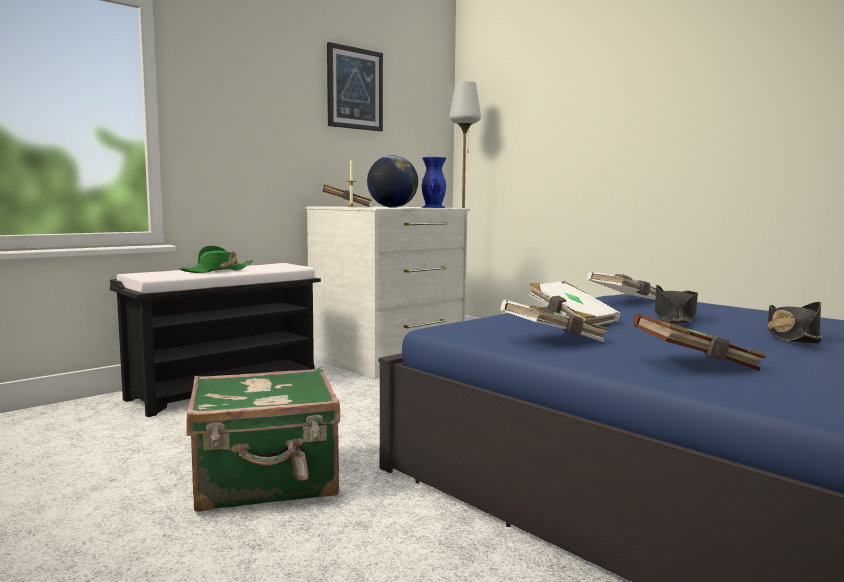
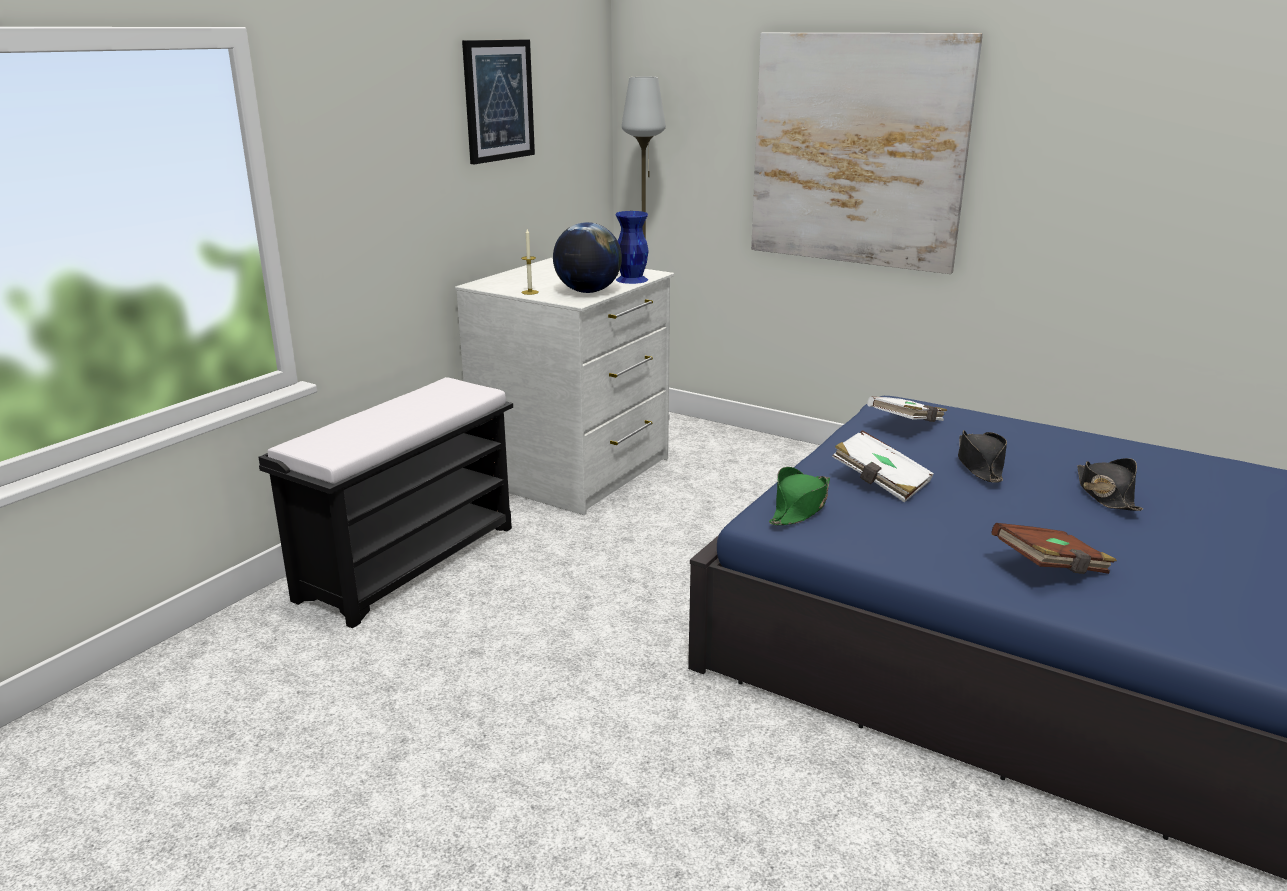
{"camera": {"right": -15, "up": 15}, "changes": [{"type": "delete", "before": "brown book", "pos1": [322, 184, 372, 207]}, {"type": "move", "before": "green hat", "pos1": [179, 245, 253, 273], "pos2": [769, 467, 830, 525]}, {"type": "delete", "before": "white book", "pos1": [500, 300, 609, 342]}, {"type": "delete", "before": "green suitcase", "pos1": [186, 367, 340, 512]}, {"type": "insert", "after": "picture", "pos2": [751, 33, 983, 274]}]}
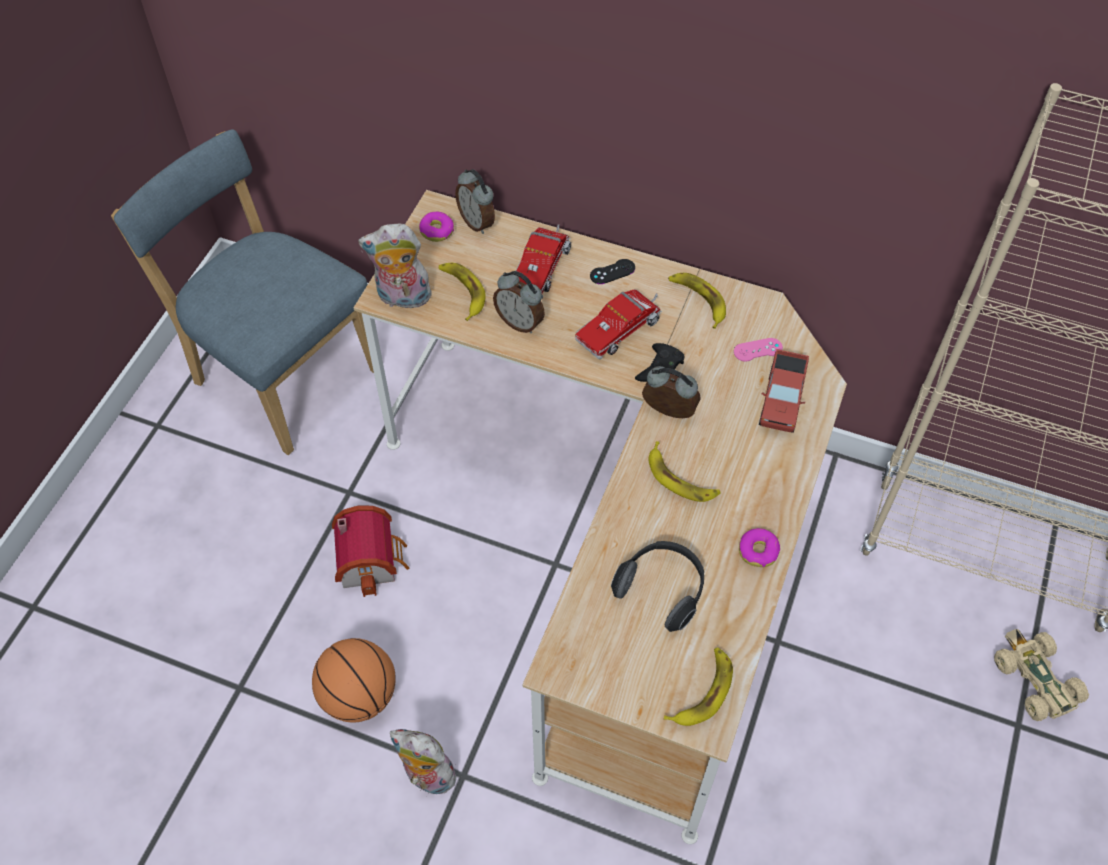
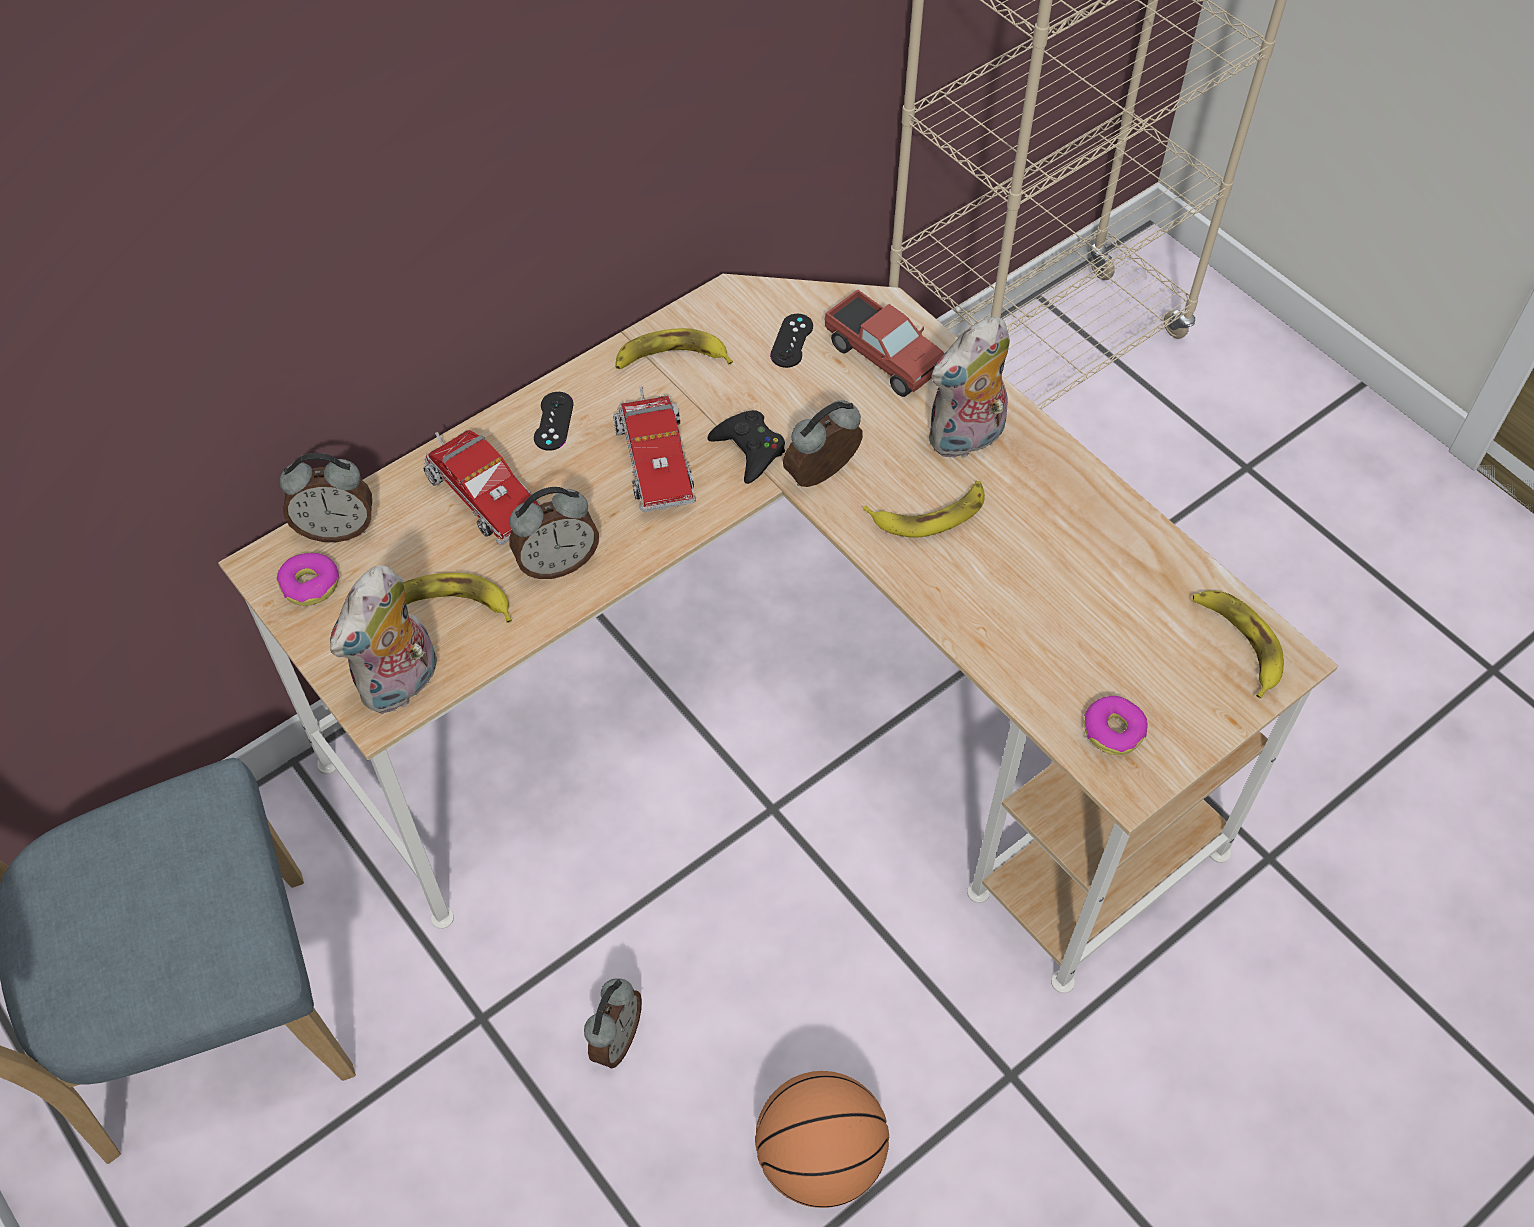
{"camera": {"right": -60, "up": 0}, "changes": [{"type": "recolor", "before": "pink game controller", "after": "black game controller", "pos1": [734, 338, 783, 362], "pos2": [770, 314, 813, 368]}, {"type": "replace", "before": "toy house", "after": "alarm clock", "pos1": [332, 506, 409, 597], "pos2": [584, 978, 642, 1069]}, {"type": "move", "before": "donut", "pos1": [739, 528, 780, 567], "pos2": [1084, 696, 1148, 755]}, {"type": "delete", "before": "headphones", "pos1": [611, 541, 704, 632]}, {"type": "delete", "before": "beige toy car", "pos1": [994, 629, 1089, 721]}, {"type": "move", "before": "plush toy", "pos1": [390, 729, 456, 797], "pos2": [929, 317, 1010, 460]}]}
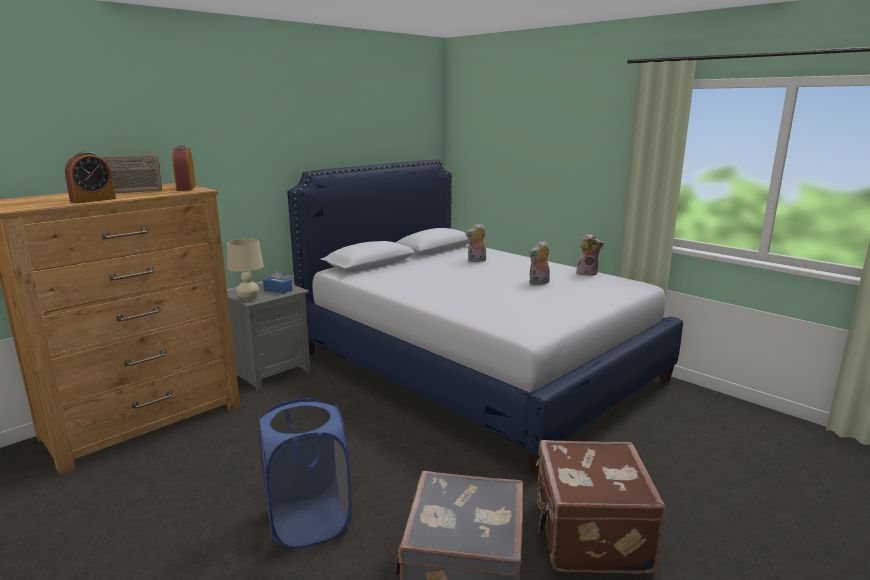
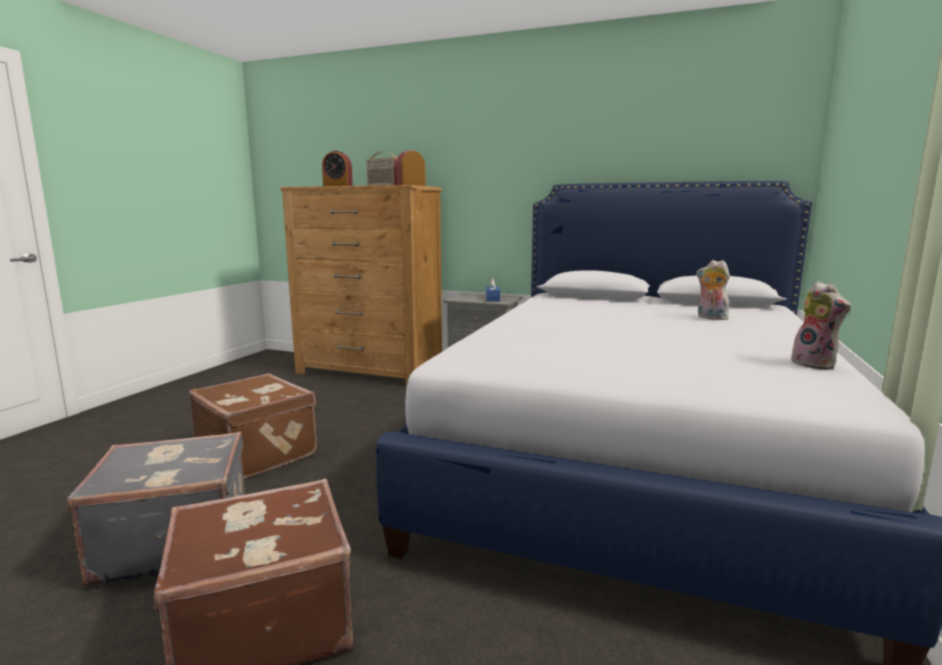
{"camera": {"right": 65, "up": -5}, "changes": [{"type": "delete", "before": "beige table lamp", "pos1": [227, 239, 264, 301]}, {"type": "delete", "before": "plush toy", "pos1": [529, 241, 550, 285]}, {"type": "replace", "before": "blue laundry basket", "after": "brown suitcase", "pos1": [258, 398, 352, 549], "pos2": [189, 373, 317, 479]}]}
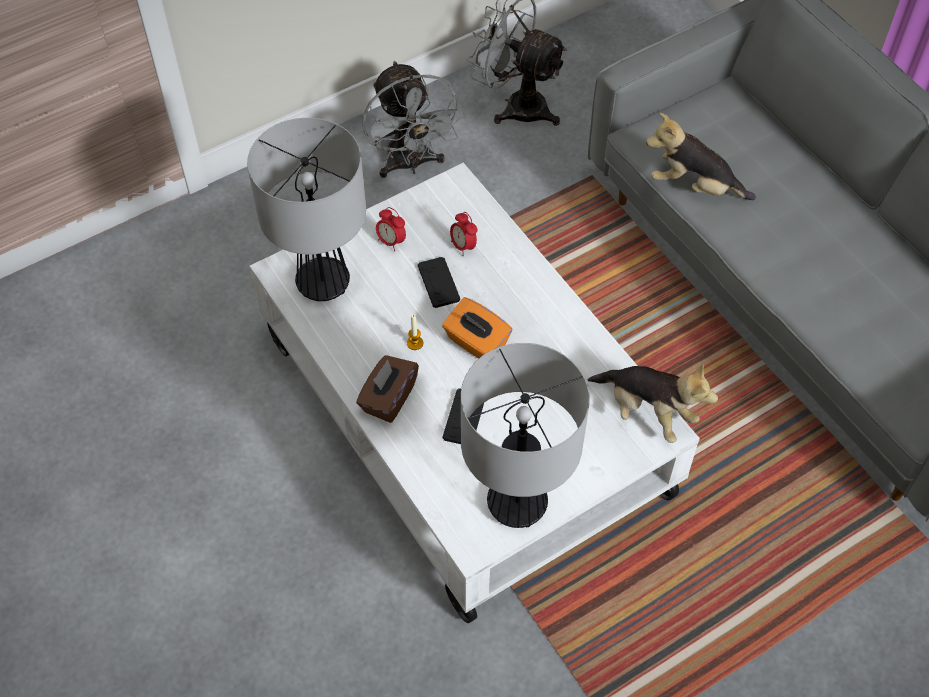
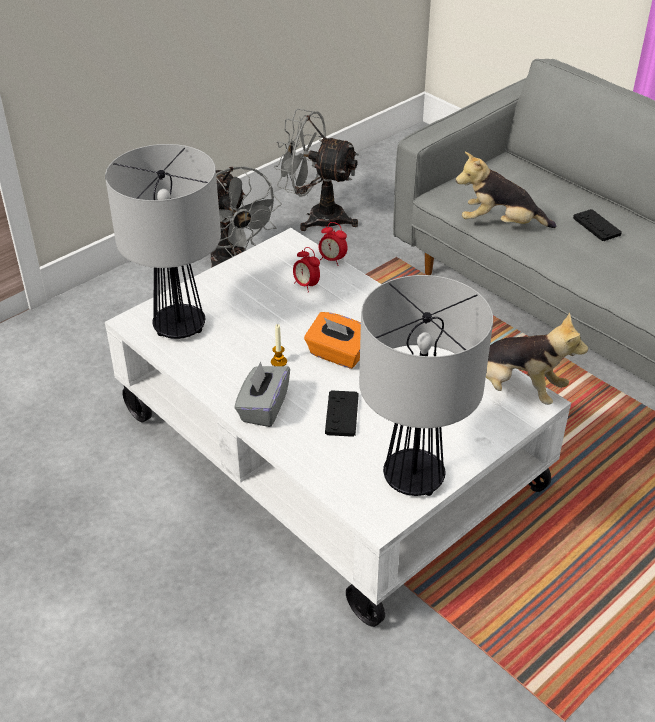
{"camera": {"right": -10, "up": -15}, "changes": [{"type": "move", "before": "alarm clock", "pos1": [376, 207, 406, 251], "pos2": [319, 222, 348, 266]}, {"type": "move", "before": "black game controller", "pos1": [418, 257, 460, 308], "pos2": [573, 209, 622, 241]}, {"type": "recolor", "before": "brown tissue box", "after": "grey tissue box", "pos1": [356, 355, 419, 423], "pos2": [234, 362, 290, 427]}]}
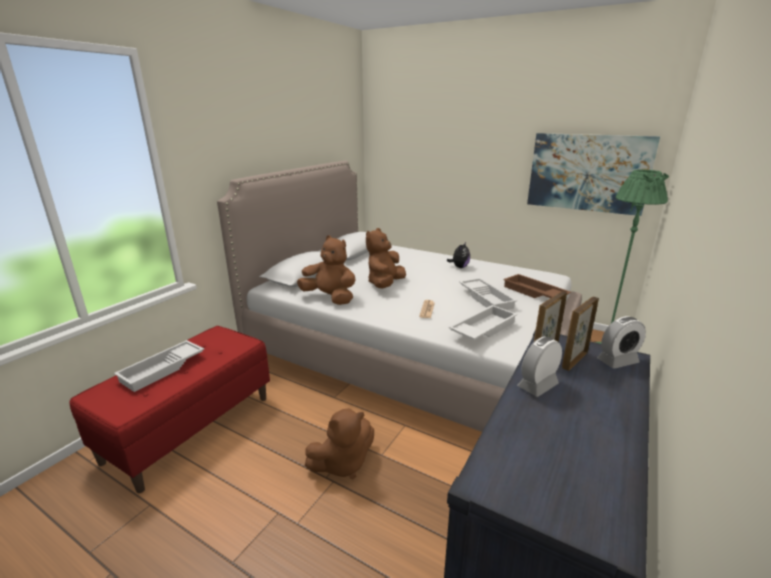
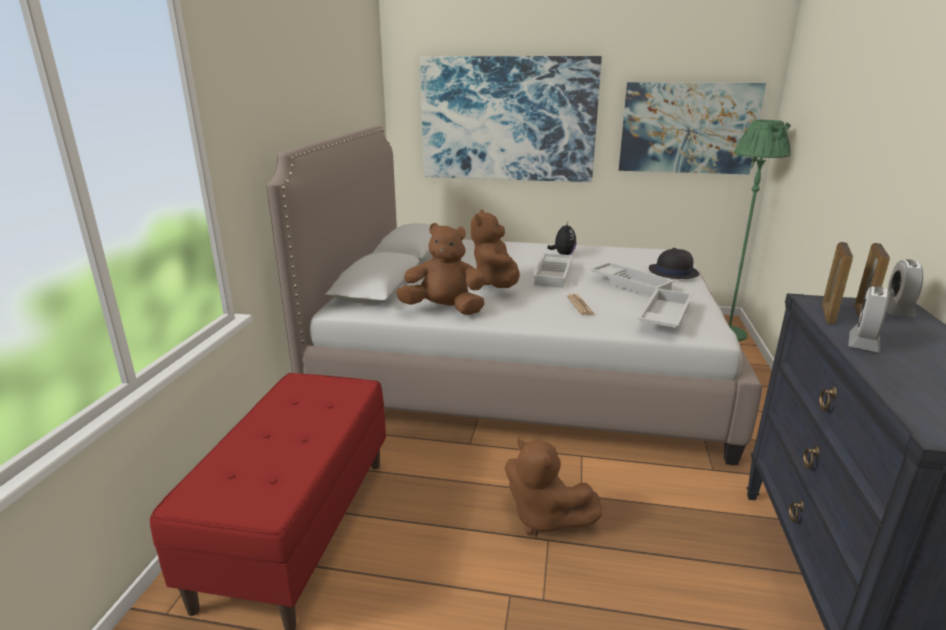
{"camera": {"right": -20, "up": 0}, "changes": [{"type": "replace", "before": "brown tray", "after": "black hat", "pos1": [503, 274, 571, 298], "pos2": [649, 248, 700, 279]}, {"type": "rotate", "before": "alarm clock", "pos1": [597, 316, 646, 369], "pos2": [886, 259, 923, 317], "turn": 150}, {"type": "move", "before": "white tray", "pos1": [114, 340, 204, 392], "pos2": [533, 253, 573, 288]}, {"type": "rotate", "before": "brown plush toy", "pos1": [305, 408, 374, 479], "pos2": [505, 438, 603, 534], "turn": 90}, {"type": "insert", "after": "picture", "pos2": [420, 56, 602, 182]}]}
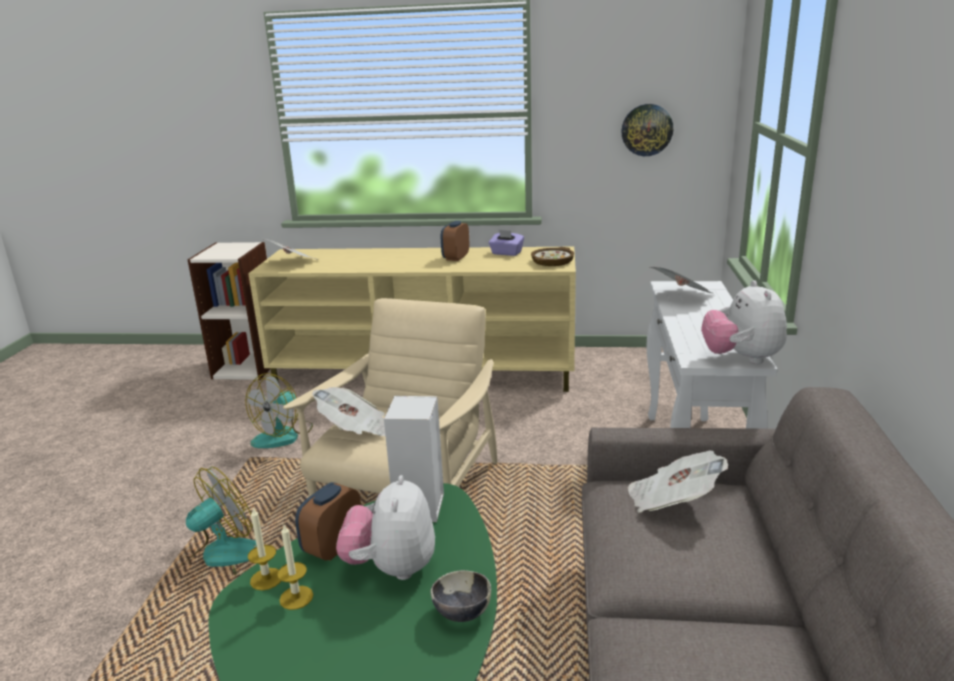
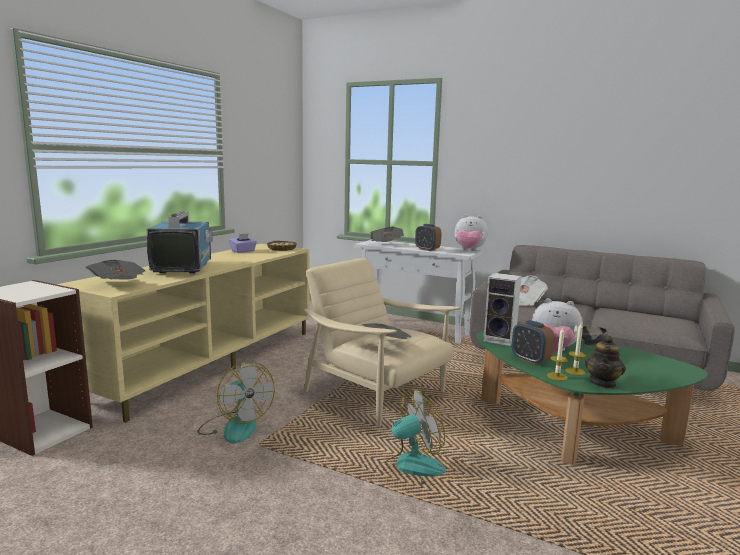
{"camera": {"right": -70, "up": -10}, "changes": [{"type": "delete", "before": "wall clock", "pos1": [621, 104, 673, 156]}, {"type": "move", "before": "alarm clock", "pos1": [441, 221, 469, 261], "pos2": [415, 224, 442, 251]}, {"type": "rotate", "before": "fan", "pos1": [175, 467, 257, 584], "pos2": [375, 388, 446, 485], "turn": 90}, {"type": "insert", "after": "television", "pos2": [147, 211, 213, 273]}, {"type": "insert", "after": "teapot", "pos2": [585, 335, 626, 388]}]}
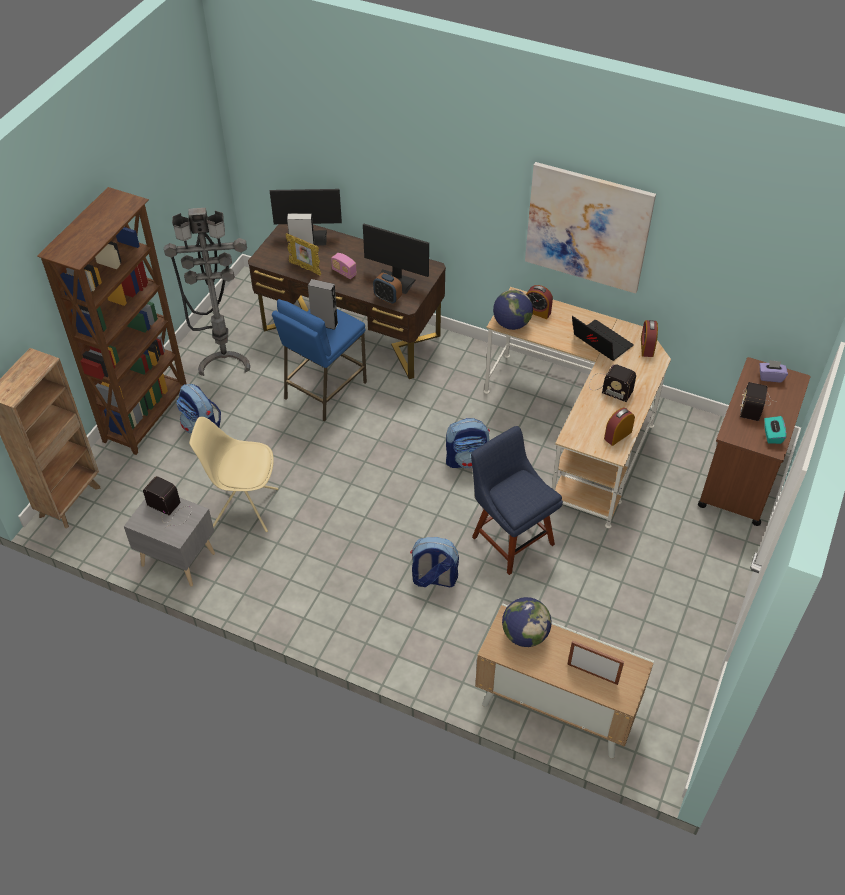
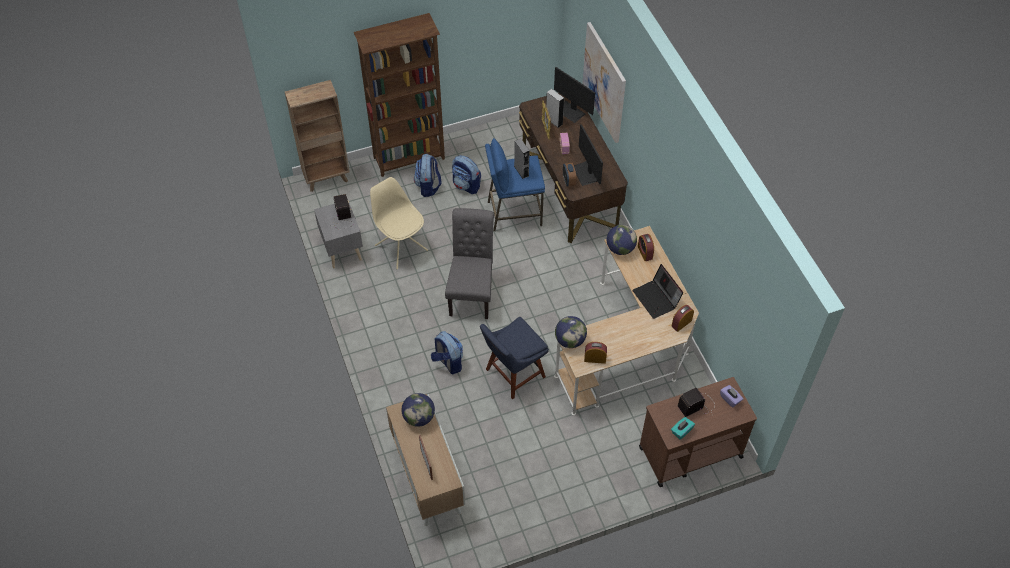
{"camera": {"right": 45, "up": 5}, "changes": [{"type": "move", "before": "picture", "pos1": [525, 162, 656, 294], "pos2": [582, 22, 626, 143]}, {"type": "delete", "before": "grey floor lamp", "pos1": [164, 208, 250, 376]}, {"type": "rotate", "before": "laptop", "pos1": [572, 316, 634, 361], "pos2": [632, 264, 683, 319], "turn": 150}, {"type": "delete", "before": "radio", "pos1": [589, 364, 636, 402]}, {"type": "move", "before": "backpack", "pos1": [446, 418, 490, 468], "pos2": [452, 155, 481, 194]}, {"type": "rotate", "before": "blue chair", "pos1": [471, 426, 563, 575], "pos2": [480, 317, 549, 399], "turn": -135}, {"type": "insert", "after": "grey chair", "pos2": [445, 208, 494, 319]}, {"type": "insert", "after": "globe", "pos2": [555, 316, 587, 348]}]}
